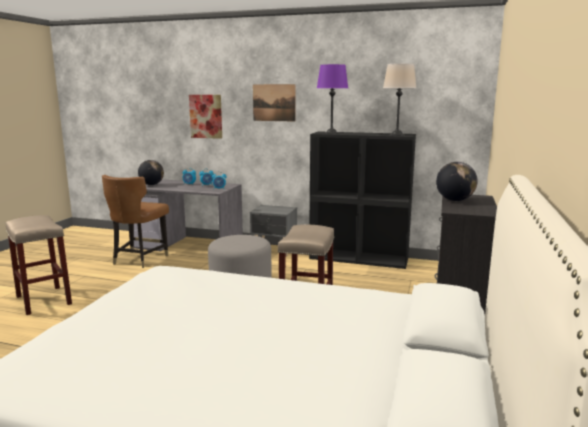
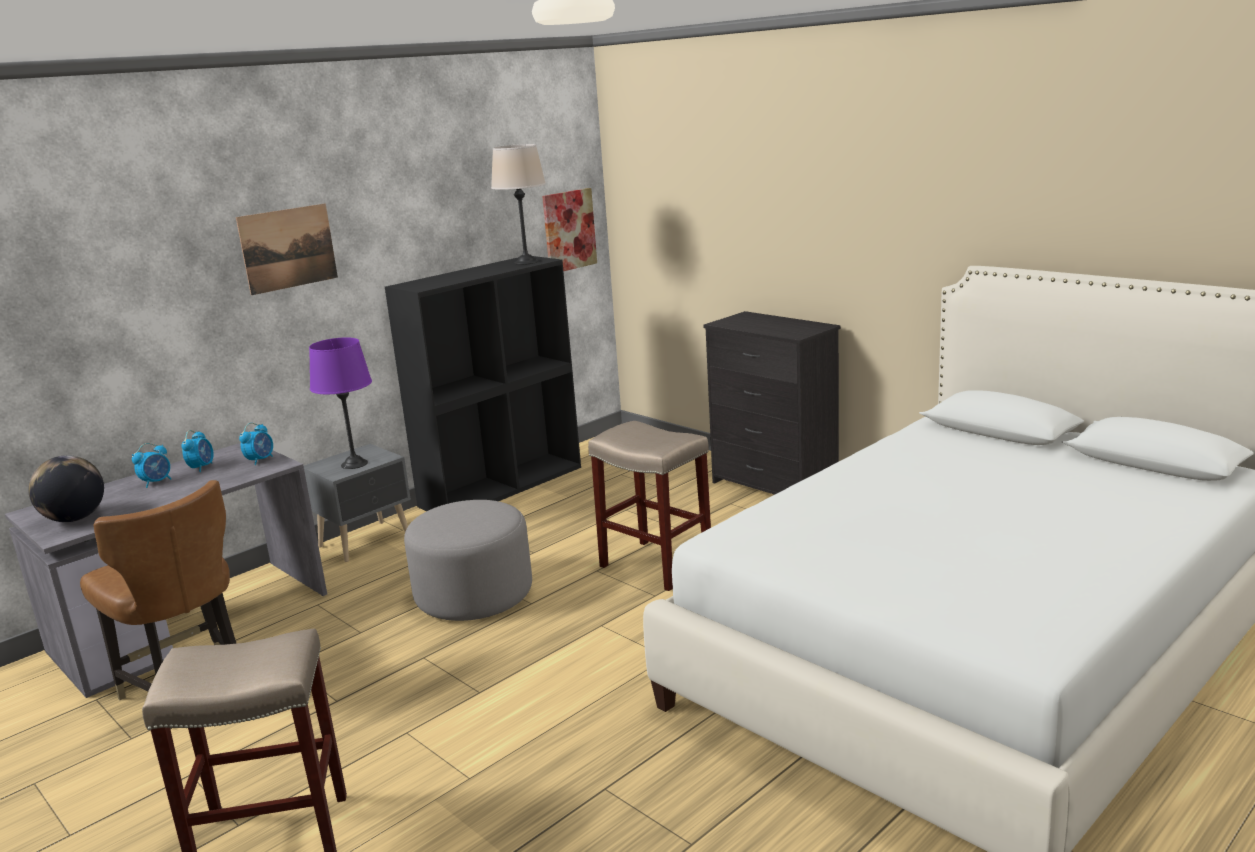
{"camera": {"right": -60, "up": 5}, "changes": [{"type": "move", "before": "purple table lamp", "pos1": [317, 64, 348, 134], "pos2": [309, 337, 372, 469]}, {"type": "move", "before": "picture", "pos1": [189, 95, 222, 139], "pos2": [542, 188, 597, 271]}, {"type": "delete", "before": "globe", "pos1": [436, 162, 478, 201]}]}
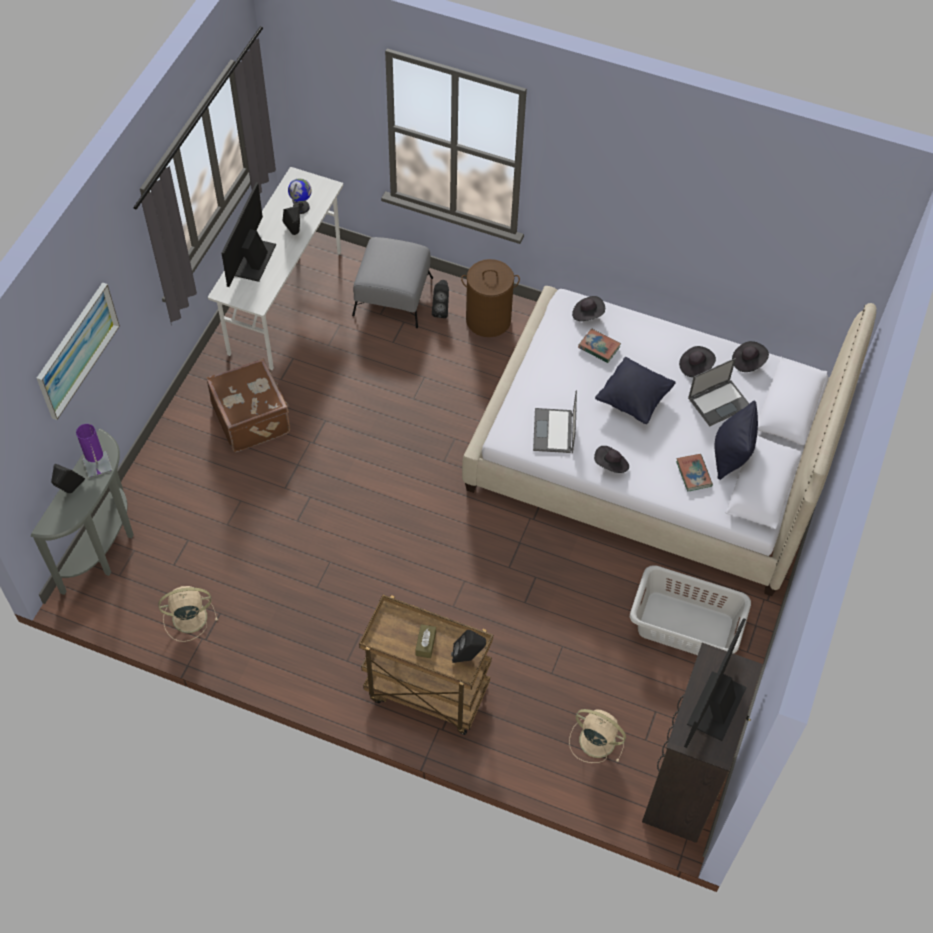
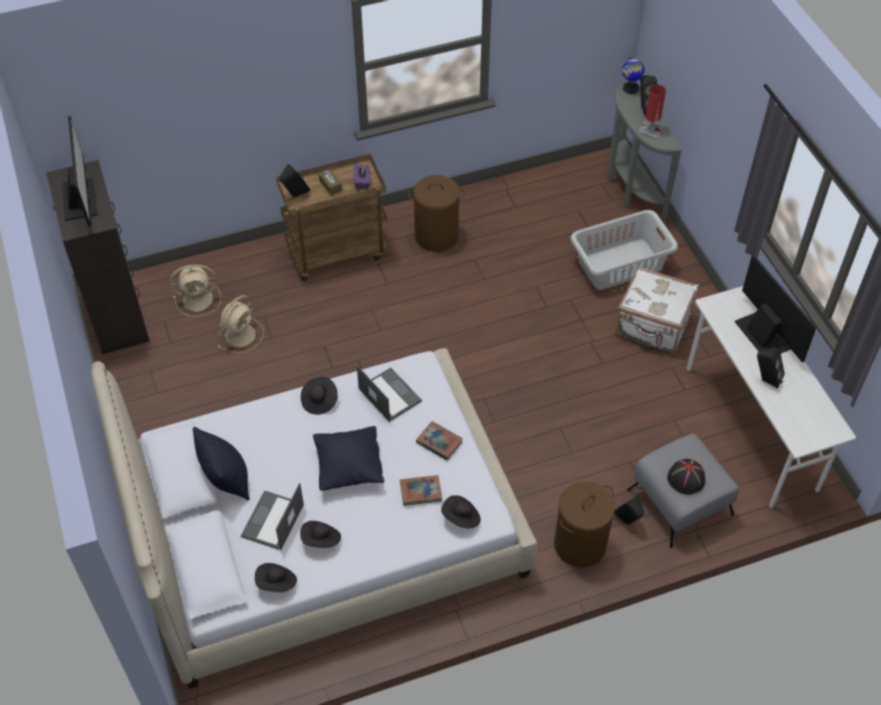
{"camera": {"right": 140, "up": -5}, "changes": [{"type": "move", "before": "globe", "pos1": [288, 178, 312, 214], "pos2": [622, 55, 645, 94]}, {"type": "delete", "before": "picture", "pos1": [37, 282, 120, 420]}, {"type": "recolor", "before": "brown suitcase", "after": "white suitcase", "pos1": [206, 359, 290, 452], "pos2": [615, 266, 699, 354]}, {"type": "recolor", "before": "purple table lamp", "after": "red table lamp", "pos1": [76, 424, 113, 478], "pos2": [638, 85, 666, 139]}, {"type": "move", "before": "book", "pos1": [676, 454, 713, 492], "pos2": [416, 421, 463, 461]}, {"type": "move", "before": "grey laundry basket", "pos1": [630, 565, 751, 655], "pos2": [570, 210, 678, 289]}, {"type": "move", "before": "beige fan", "pos1": [158, 586, 218, 642], "pos2": [218, 295, 264, 353]}, {"type": "insert", "after": "purple tissue box", "pos2": [353, 164, 370, 189]}, {"type": "insert", "after": "brown laundry basket", "pos2": [408, 175, 465, 252]}, {"type": "insert", "after": "black hat", "pos2": [667, 459, 705, 495]}]}
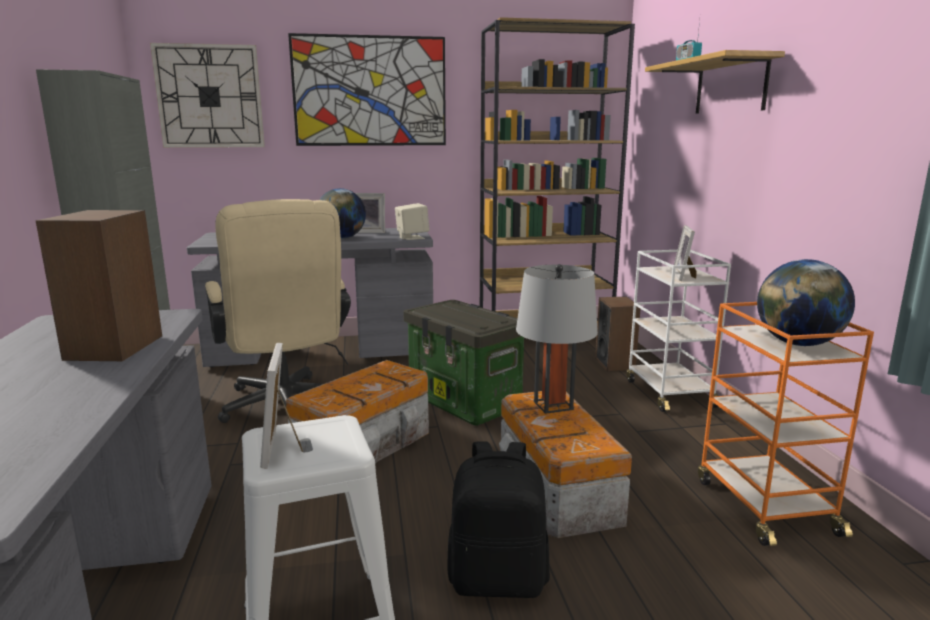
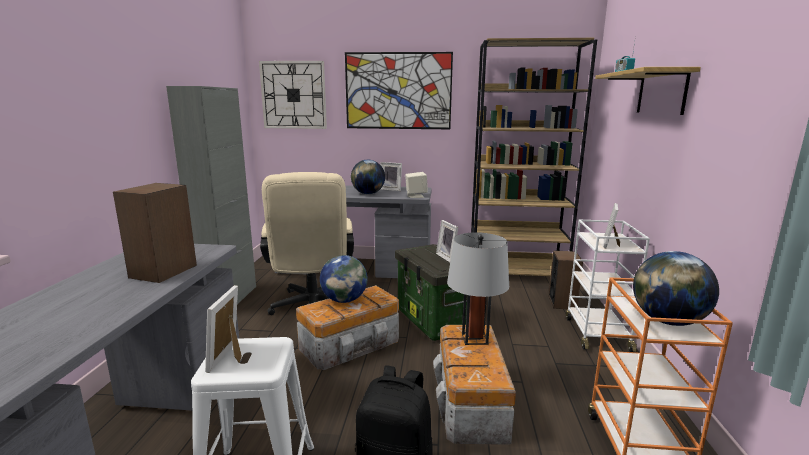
{"camera": {"right": 15, "up": 0}, "changes": [{"type": "insert", "after": "picture frame", "pos2": [436, 220, 458, 262]}, {"type": "insert", "after": "globe", "pos2": [320, 255, 368, 303]}]}
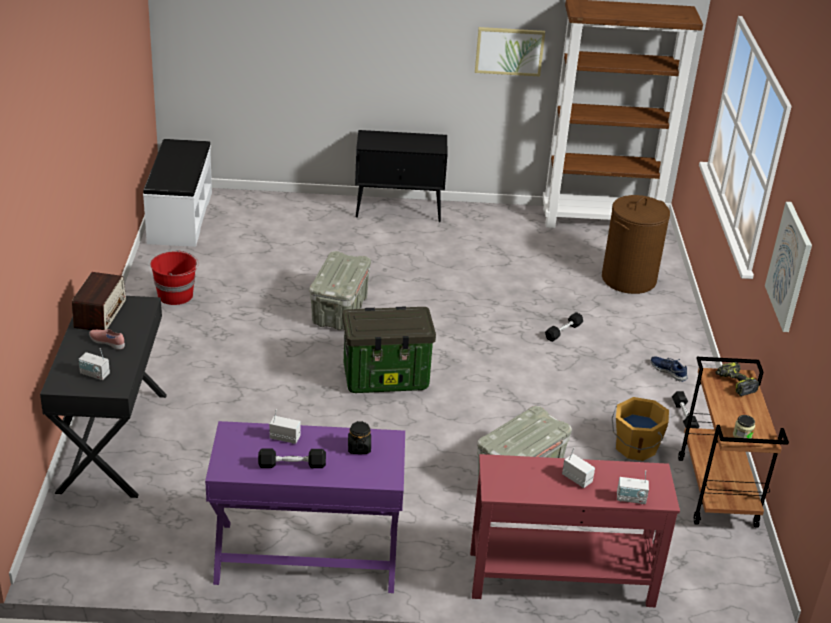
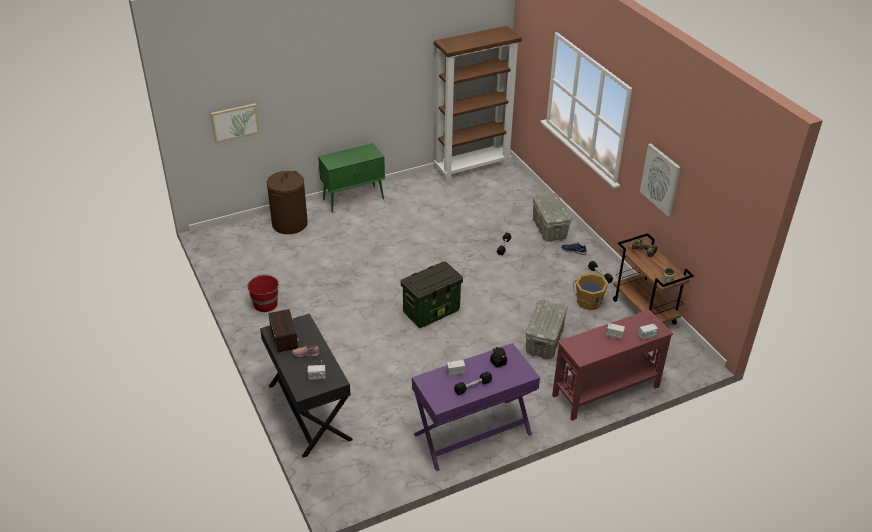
{"camera": {"right": -25, "up": 5}, "changes": [{"type": "move", "before": "picture", "pos1": [475, 27, 545, 77], "pos2": [210, 103, 260, 143]}, {"type": "recolor", "before": "black cabinet", "after": "green cabinet", "pos1": [355, 130, 448, 222], "pos2": [318, 143, 385, 213]}, {"type": "delete", "before": "white bench", "pos1": [143, 139, 212, 247]}, {"type": "move", "before": "brown laundry basket", "pos1": [602, 195, 670, 294], "pos2": [267, 171, 308, 234]}, {"type": "move", "before": "grey storage box", "pos1": [309, 251, 371, 330], "pos2": [533, 193, 571, 242]}]}
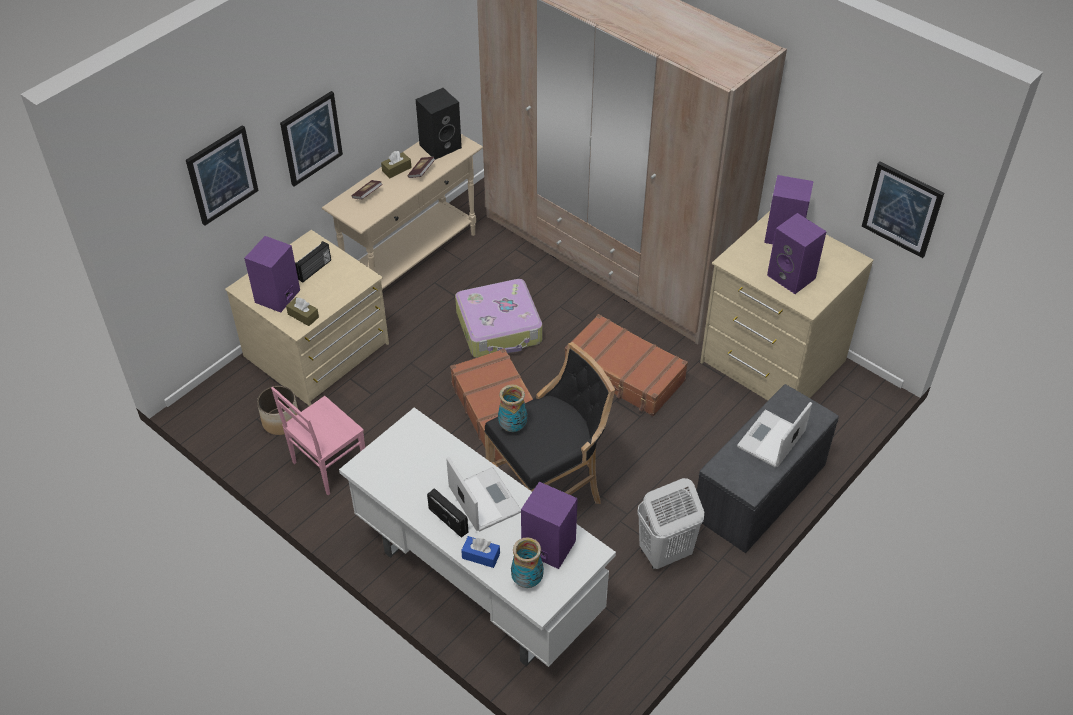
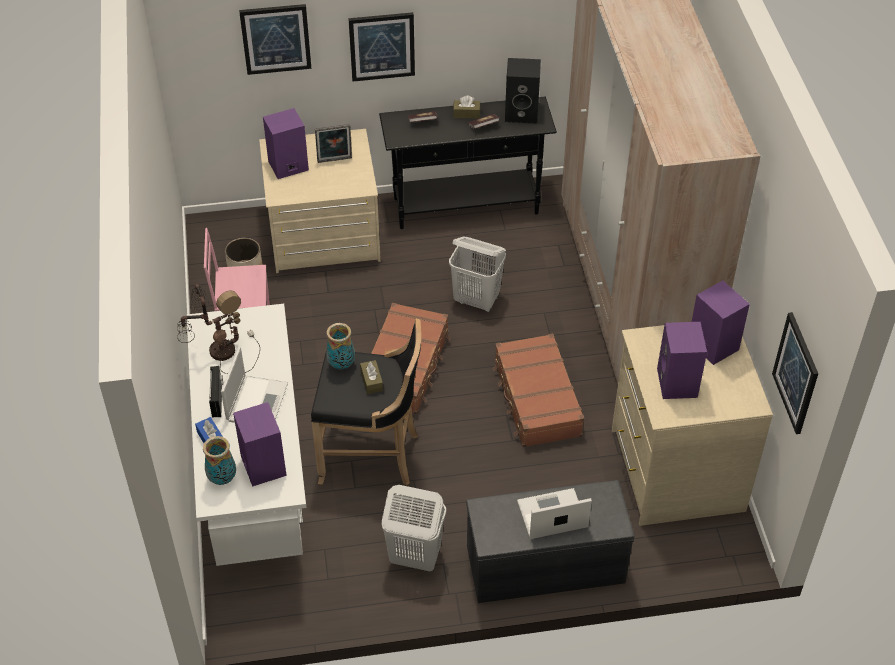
{"camera": {"right": 40, "up": 0}, "changes": [{"type": "recolor", "before": "beige console table", "after": "black console table", "pos1": [322, 134, 483, 290], "pos2": [379, 97, 557, 229]}, {"type": "replace", "before": "radio", "after": "picture frame", "pos1": [295, 241, 331, 283], "pos2": [315, 124, 352, 163]}, {"type": "replace", "before": "suitcase", "after": "white laundry basket", "pos1": [455, 279, 542, 358], "pos2": [449, 236, 506, 312]}, {"type": "move", "before": "brown tissue box", "pos1": [286, 297, 319, 326], "pos2": [360, 360, 383, 394]}, {"type": "insert", "after": "table lamp", "pos2": [177, 284, 260, 374]}]}
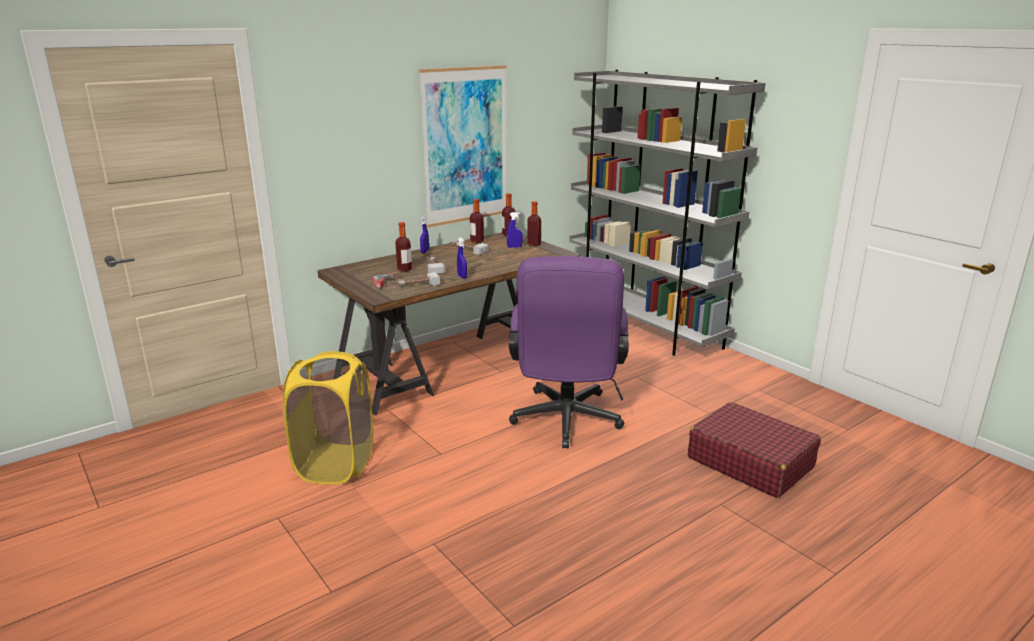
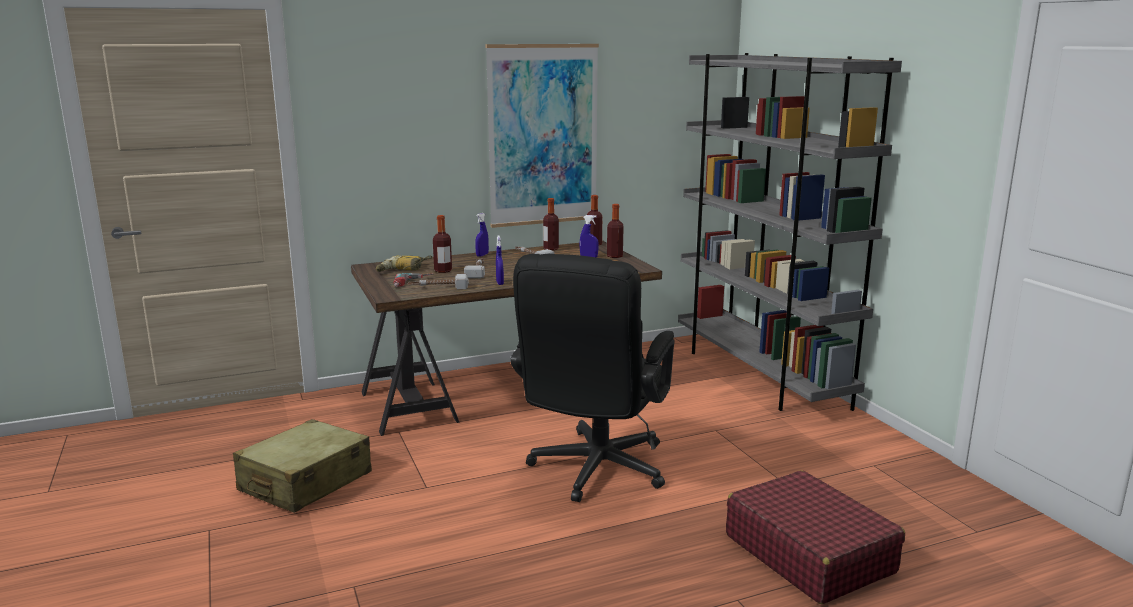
{"camera": {"right": 15, "up": -5}, "changes": [{"type": "recolor", "before": "purple office chair", "after": "black office chair", "pos1": [509, 256, 629, 448], "pos2": [511, 254, 675, 502]}, {"type": "replace", "before": "yellow laundry basket", "after": "beige suitcase", "pos1": [283, 351, 373, 484], "pos2": [233, 419, 372, 513]}, {"type": "insert", "after": "power drill", "pos2": [376, 256, 432, 272]}]}
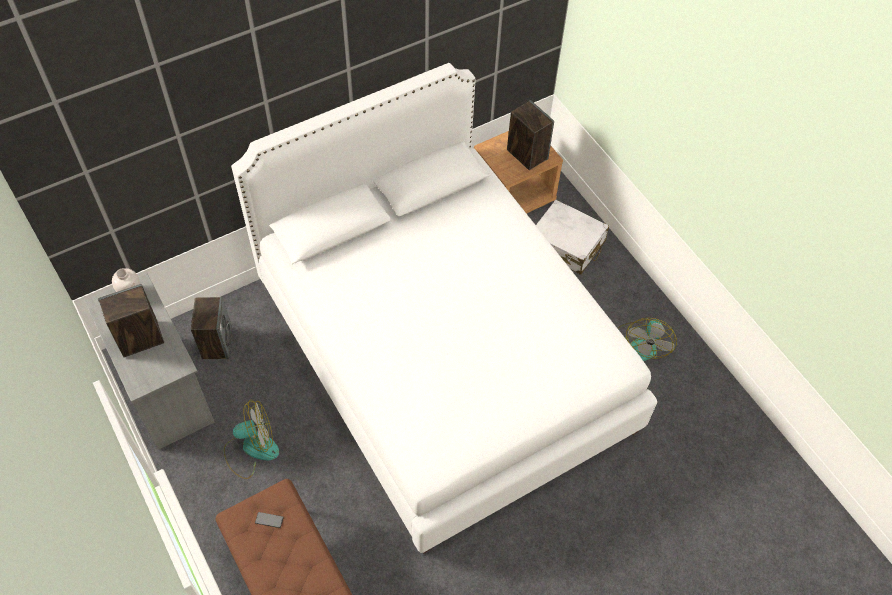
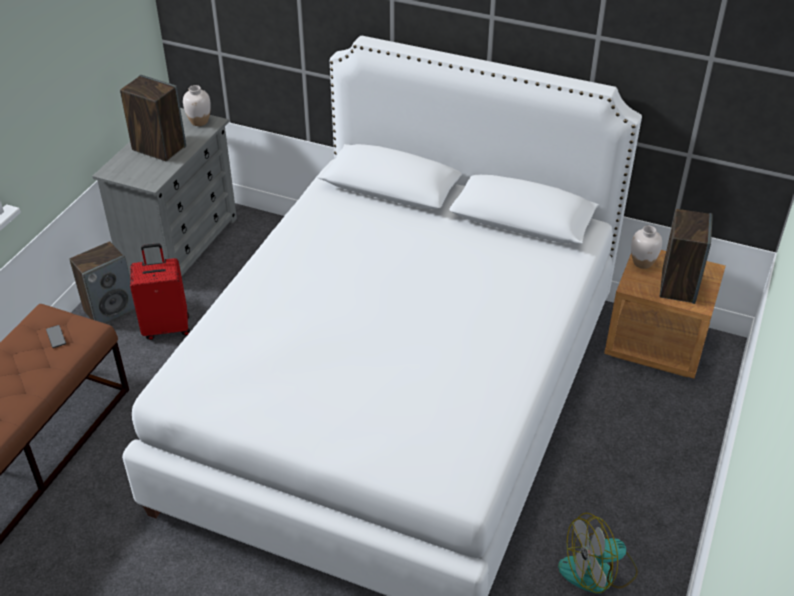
{"camera": {"right": 55, "up": -15}, "changes": [{"type": "delete", "before": "white suitcase", "pos1": [536, 200, 609, 275]}, {"type": "move", "before": "speaker", "pos1": [191, 297, 232, 359], "pos2": [69, 241, 135, 324]}, {"type": "replace", "before": "fan", "after": "red suitcase", "pos1": [224, 400, 279, 479], "pos2": [130, 243, 190, 340]}, {"type": "insert", "after": "white vase", "pos2": [631, 226, 662, 269]}]}
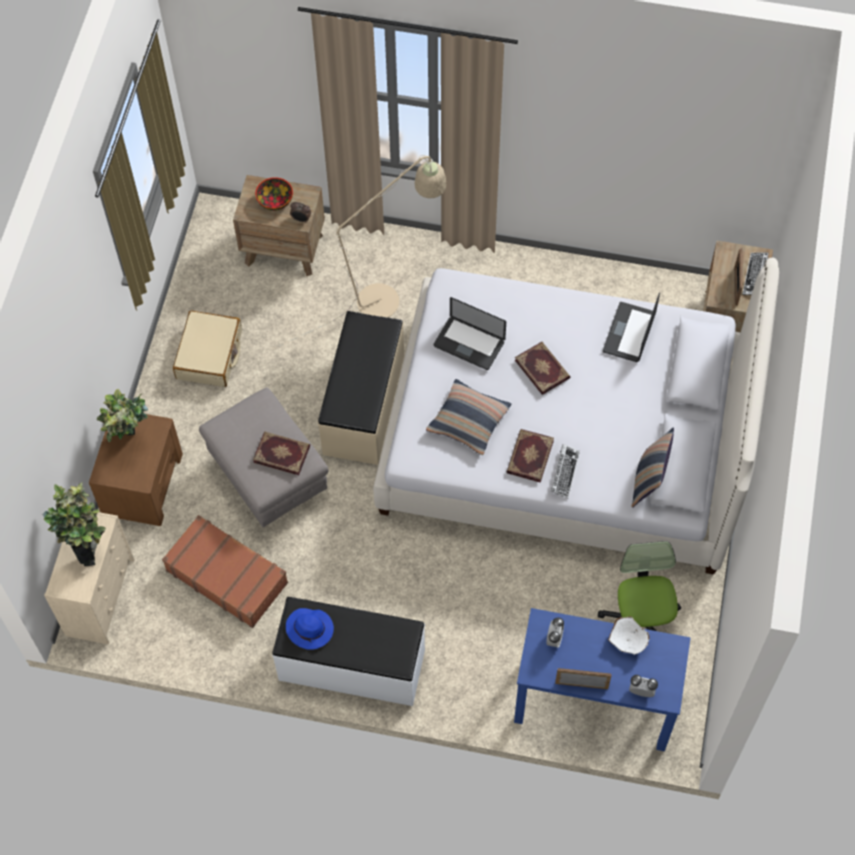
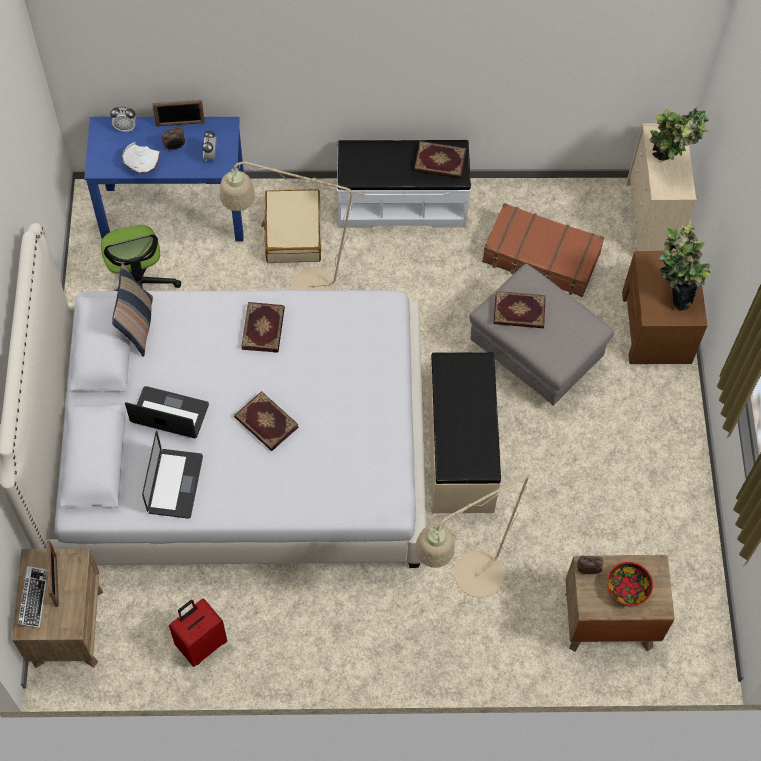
{"camera": {"right": 165, "up": 0}, "changes": [{"type": "move", "before": "laptop", "pos1": [434, 297, 506, 370], "pos2": [125, 386, 209, 438]}, {"type": "move", "before": "beige suitcase", "pos1": [173, 310, 242, 387], "pos2": [261, 189, 322, 263]}, {"type": "delete", "before": "pillow", "pos1": [426, 379, 511, 455]}, {"type": "delete", "before": "keyboard", "pos1": [551, 444, 580, 498]}, {"type": "replace", "before": "blue hat", "after": "book", "pos1": [286, 608, 334, 650], "pos2": [414, 141, 466, 178]}, {"type": "insert", "after": "alarm clock", "pos2": [162, 128, 185, 151]}, {"type": "insert", "after": "beige floor lamp", "pos2": [220, 161, 438, 290]}, {"type": "insert", "after": "red suitcase", "pos2": [169, 598, 227, 667]}]}
